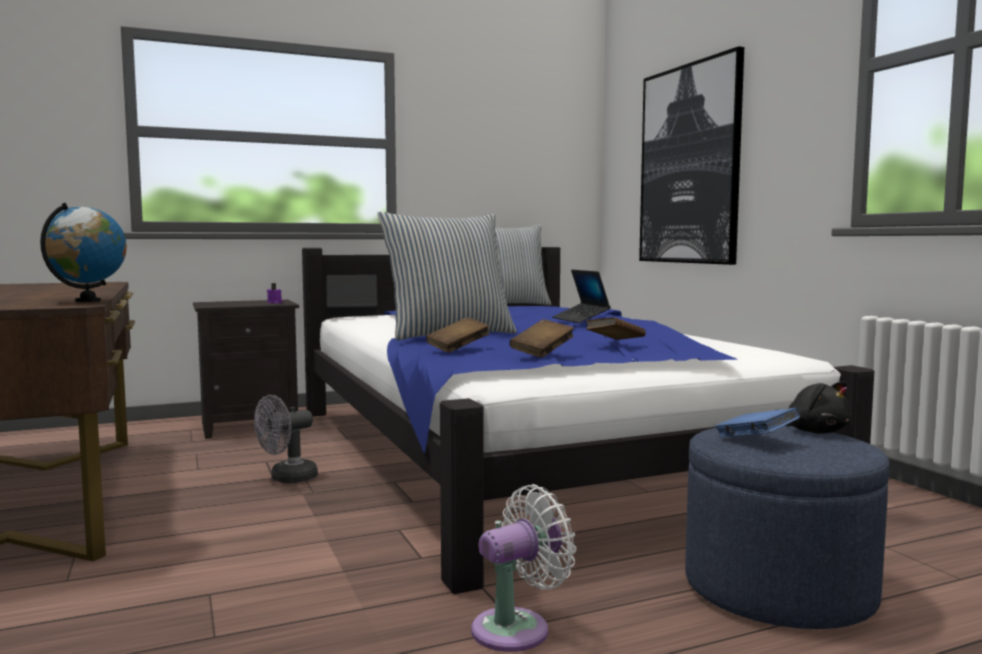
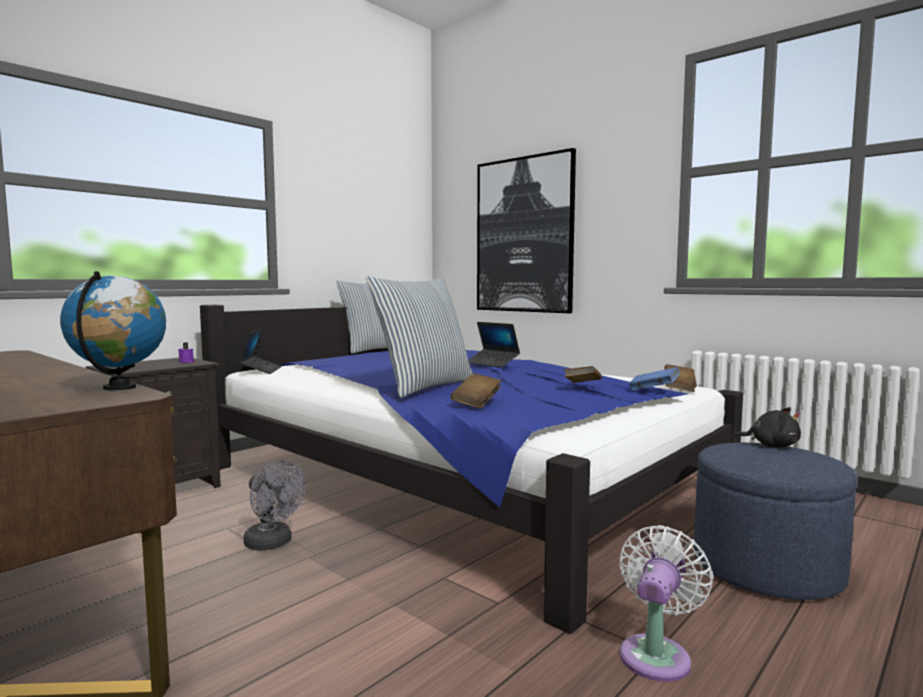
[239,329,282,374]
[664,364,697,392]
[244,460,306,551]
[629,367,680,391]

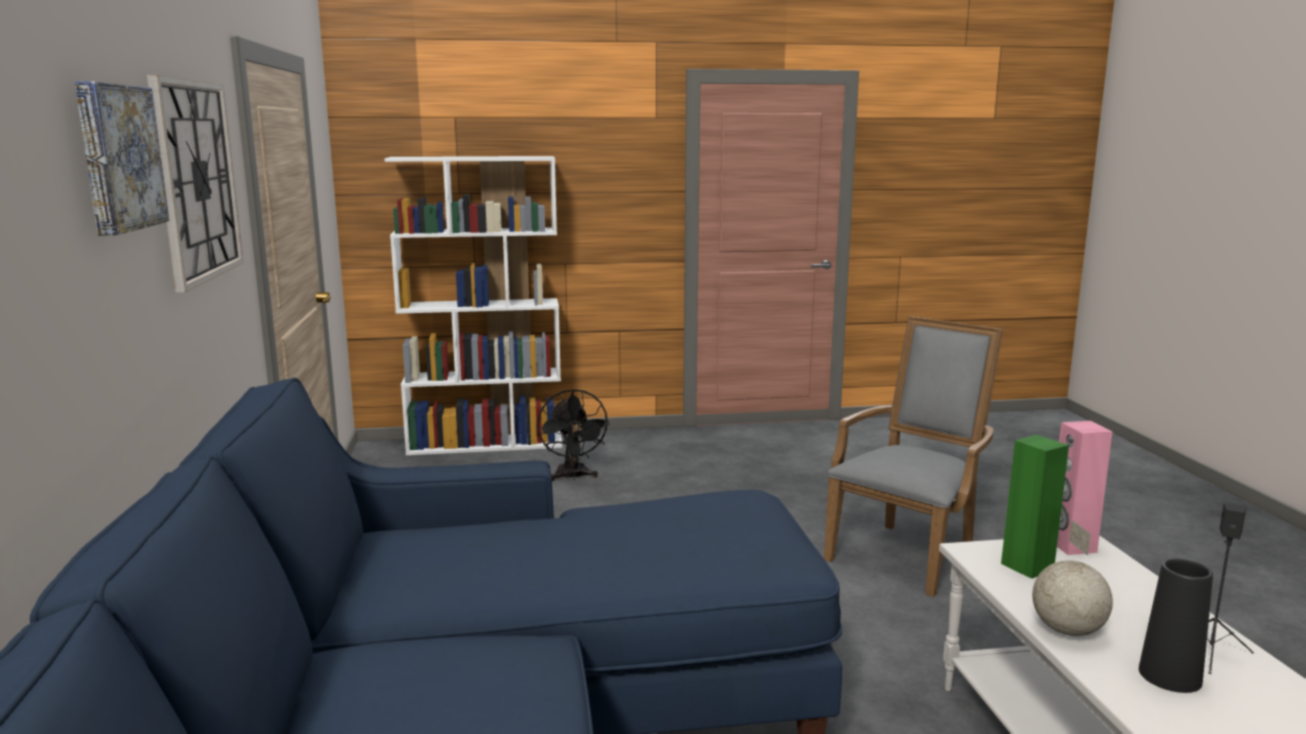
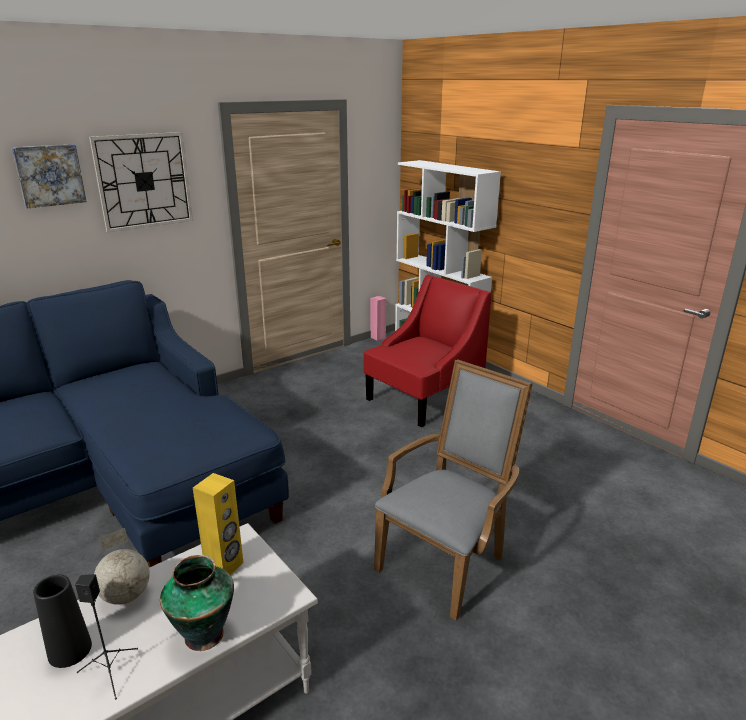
[374,359,533,621]
[363,275,492,427]
[370,296,386,340]
[193,473,244,575]
[160,555,234,651]

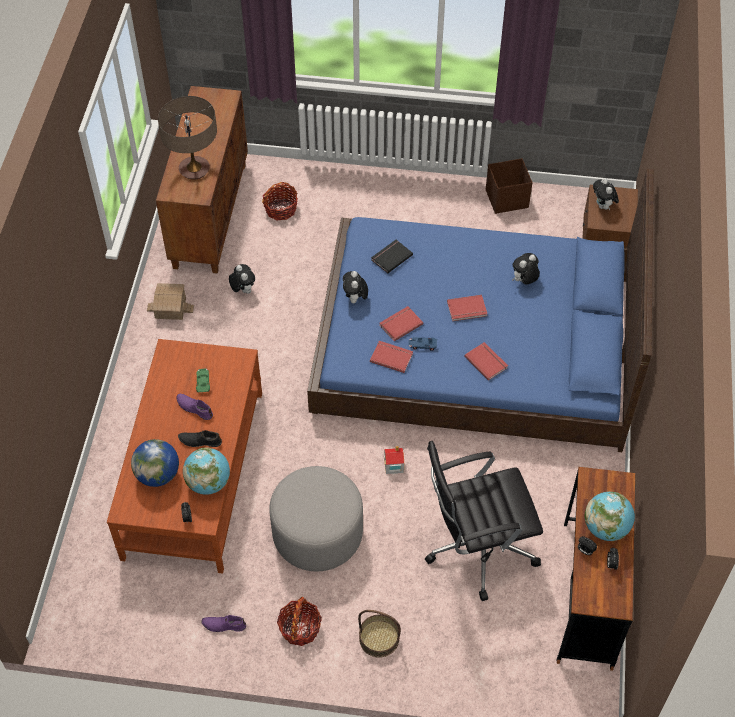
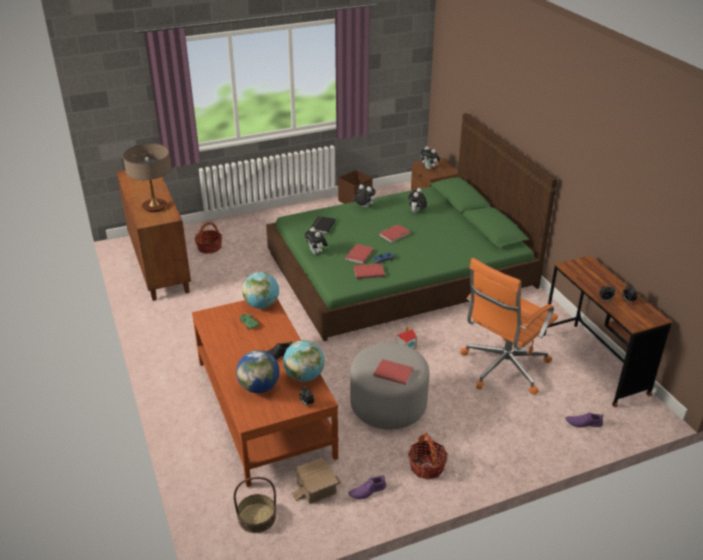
[266,113,557,341]
[354,184,376,208]
[292,458,341,504]
[373,359,414,385]
[566,413,603,427]
[461,258,558,395]
[242,272,279,309]
[234,477,276,533]

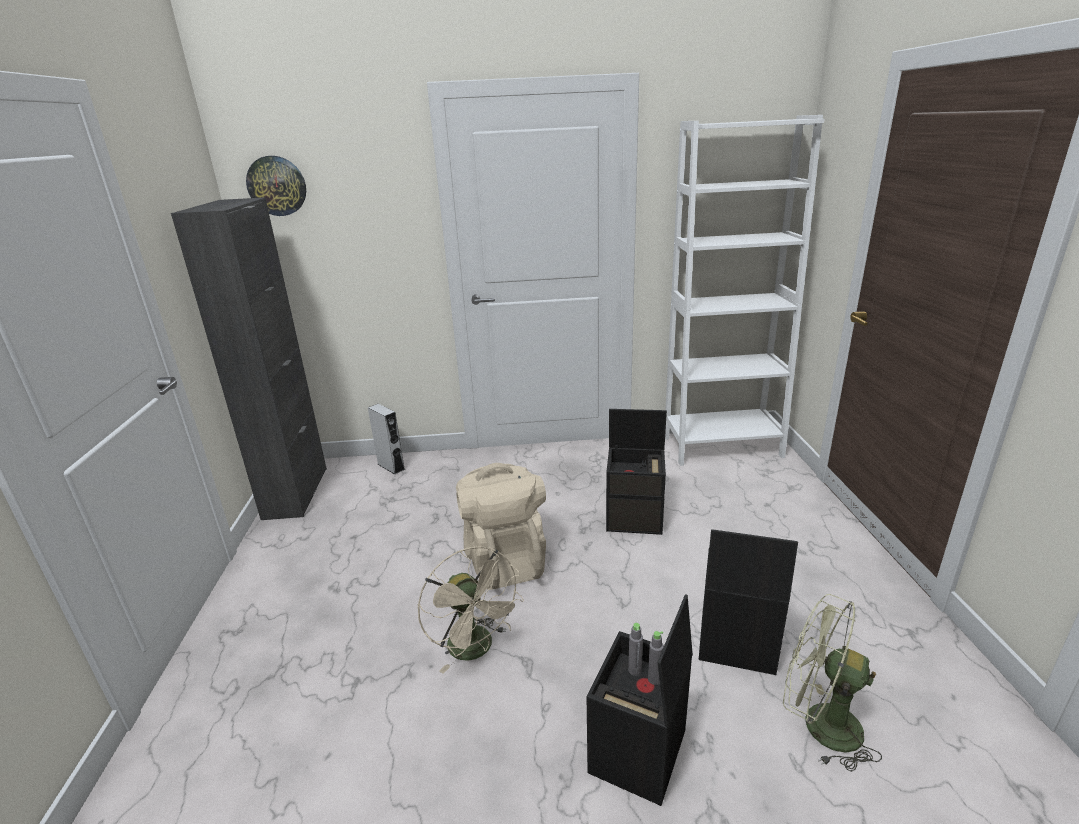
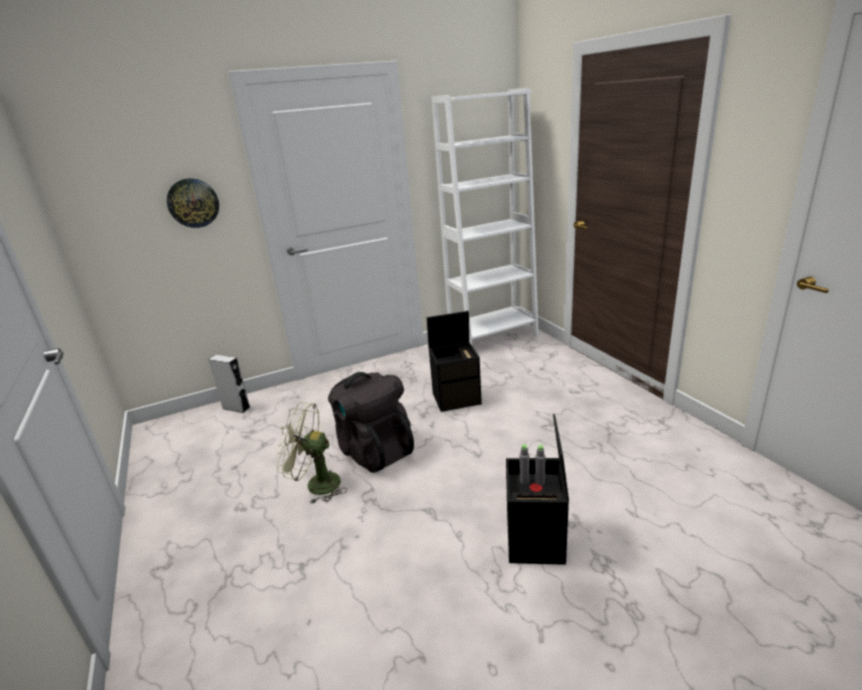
[167,178,219,228]
[171,197,327,520] (first image)
[328,372,414,473]
[699,529,798,675] (first image)
[418,546,524,674] (first image)
[276,402,348,504]

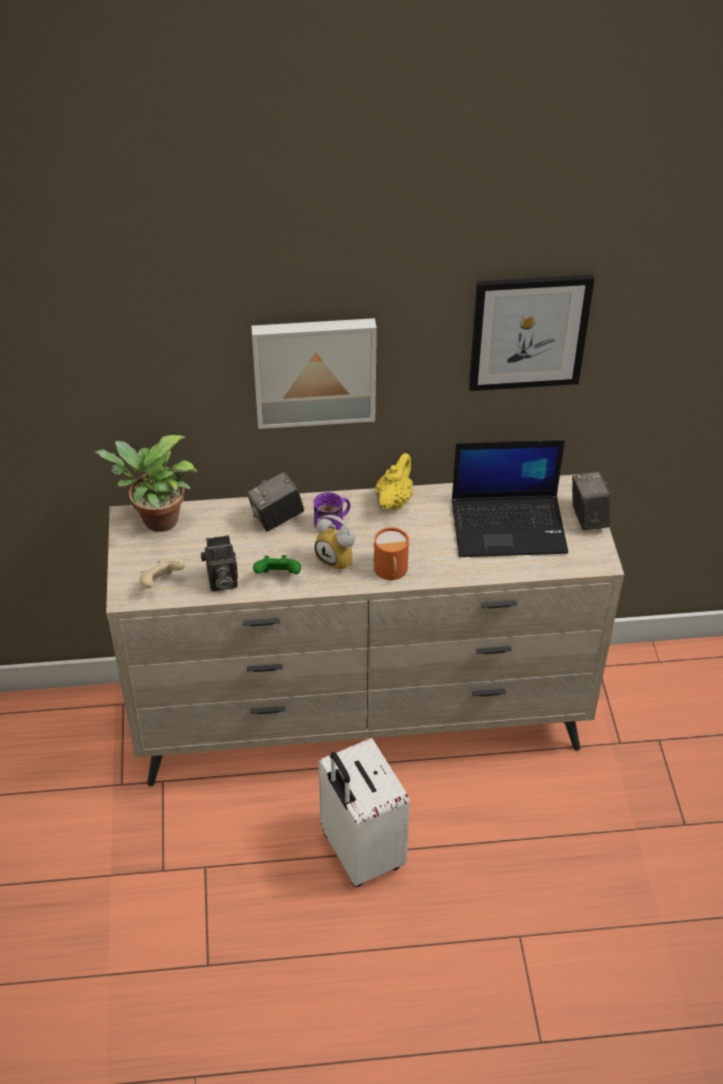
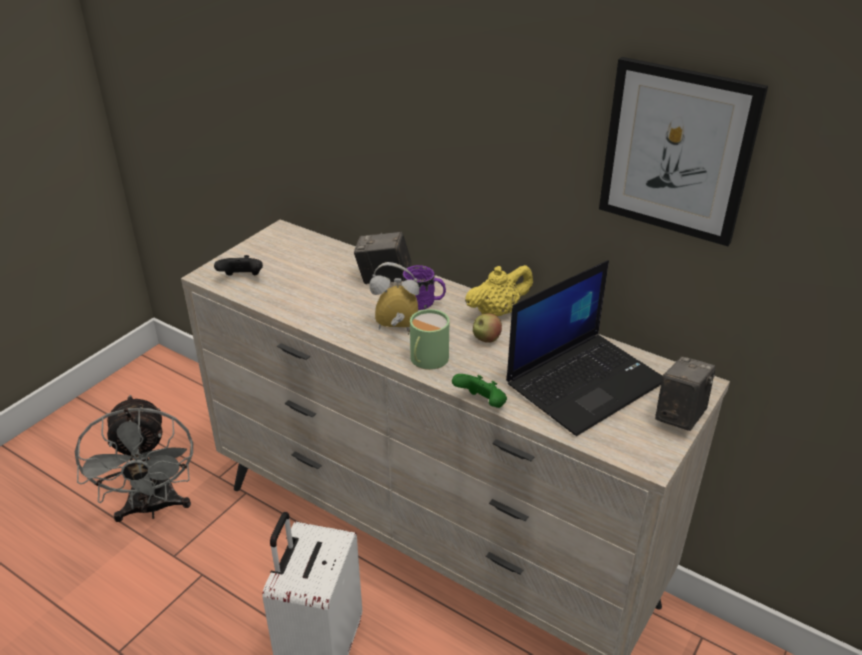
[251,318,377,429] (first image)
[95,435,198,532] (first image)
[506,260,663,436]
[369,262,419,331]
[408,309,449,370]
[201,535,238,591] (first image)
[452,374,507,408]
[214,255,263,276]
[473,313,502,343]
[75,395,193,522]

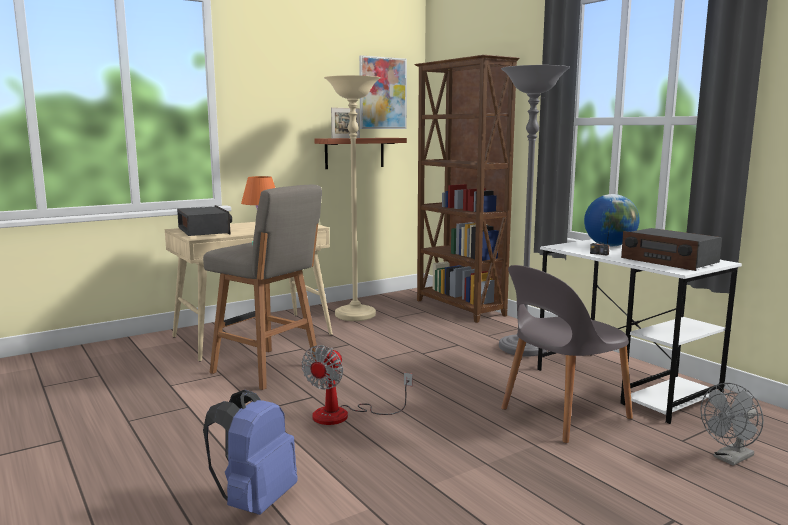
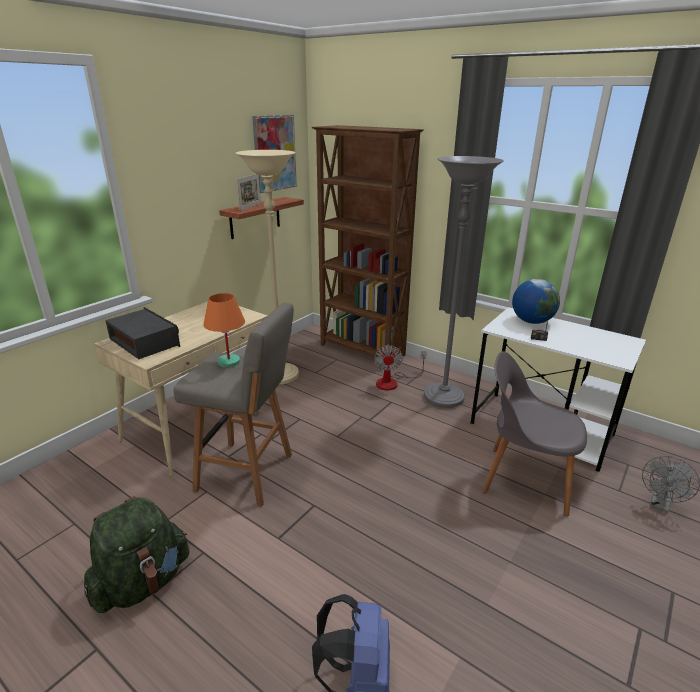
[621,228,722,271] (first image)
[482,351,587,516]
[374,344,427,390]
[84,496,190,613]

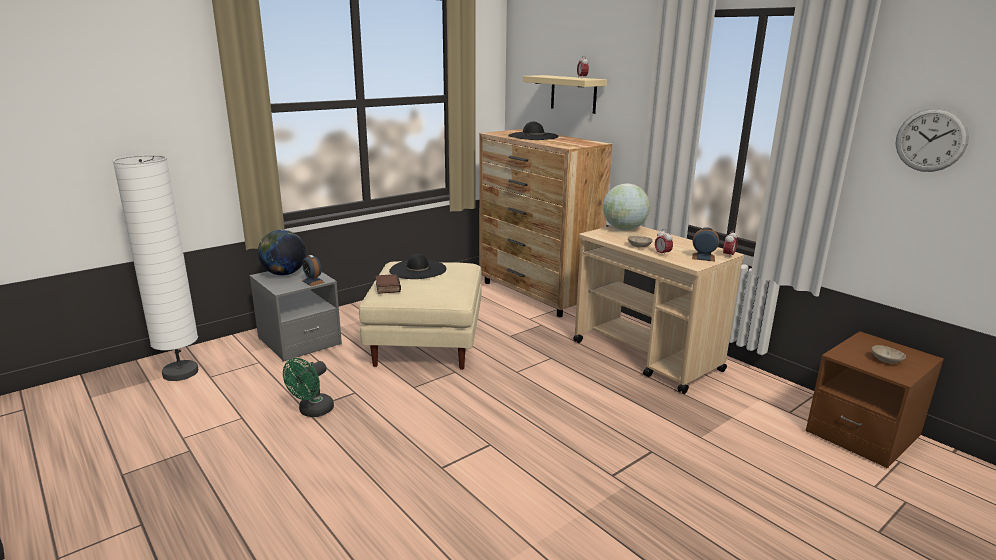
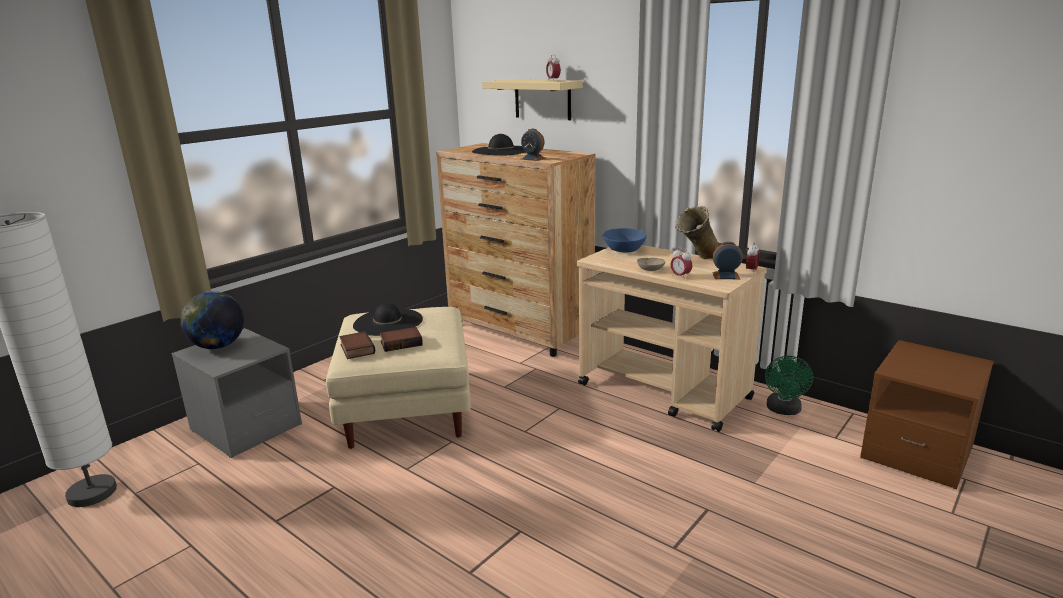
[896,108,969,172] (first image)
[603,228,647,252]
[520,129,546,161]
[872,345,906,364] (first image)
[765,356,813,415]
[675,206,720,259]
[380,327,423,352]

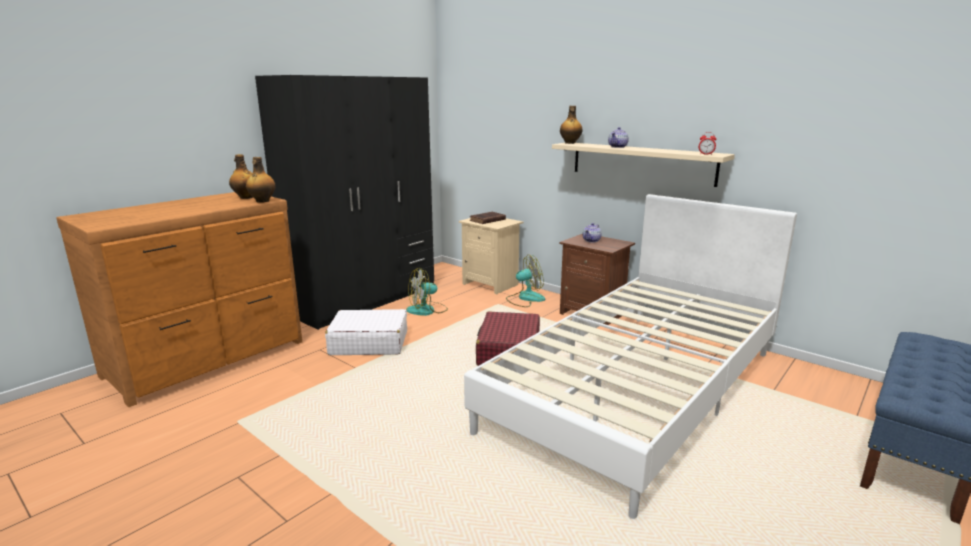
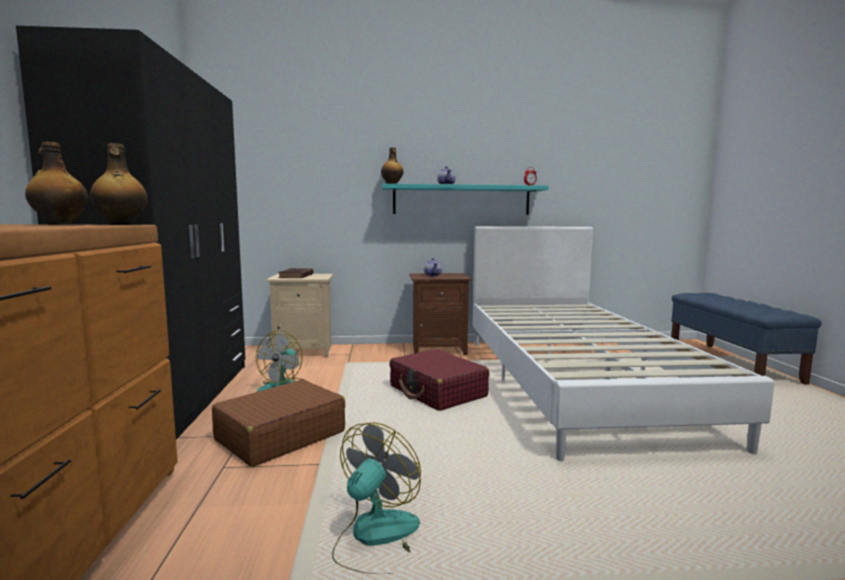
[382,184,549,215]
[332,422,421,574]
[212,379,345,467]

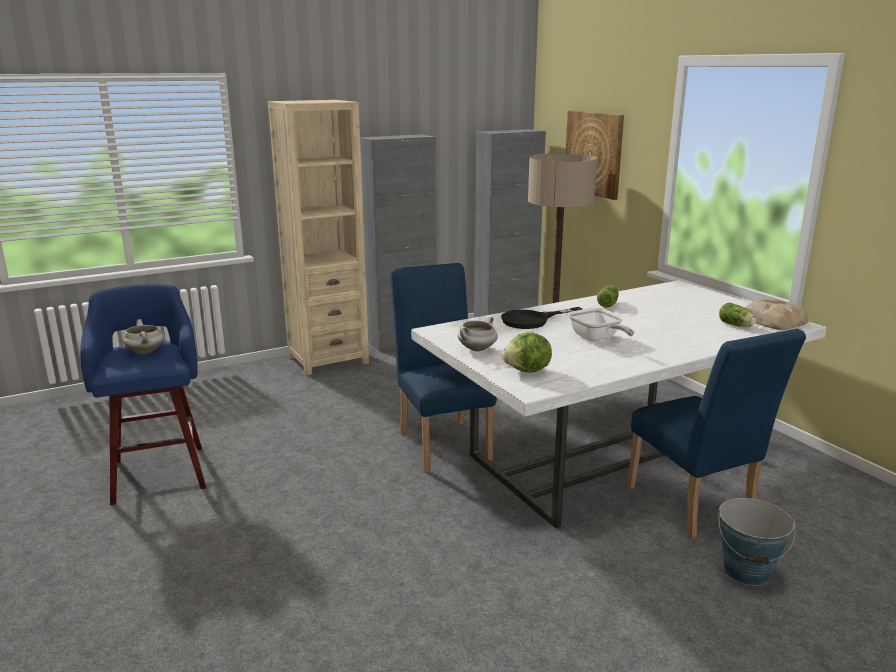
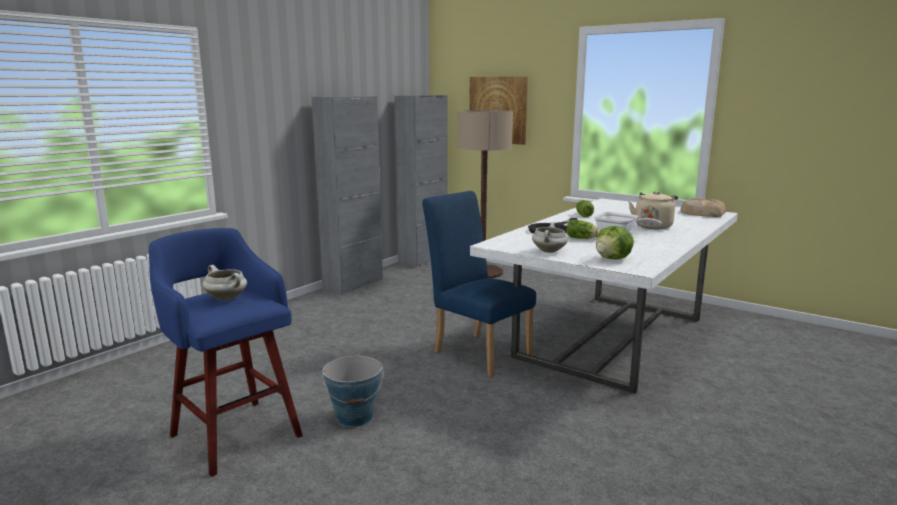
[268,100,369,375] (first image)
[566,219,600,239]
[627,328,806,539] (first image)
[322,356,383,427]
[629,191,678,229]

